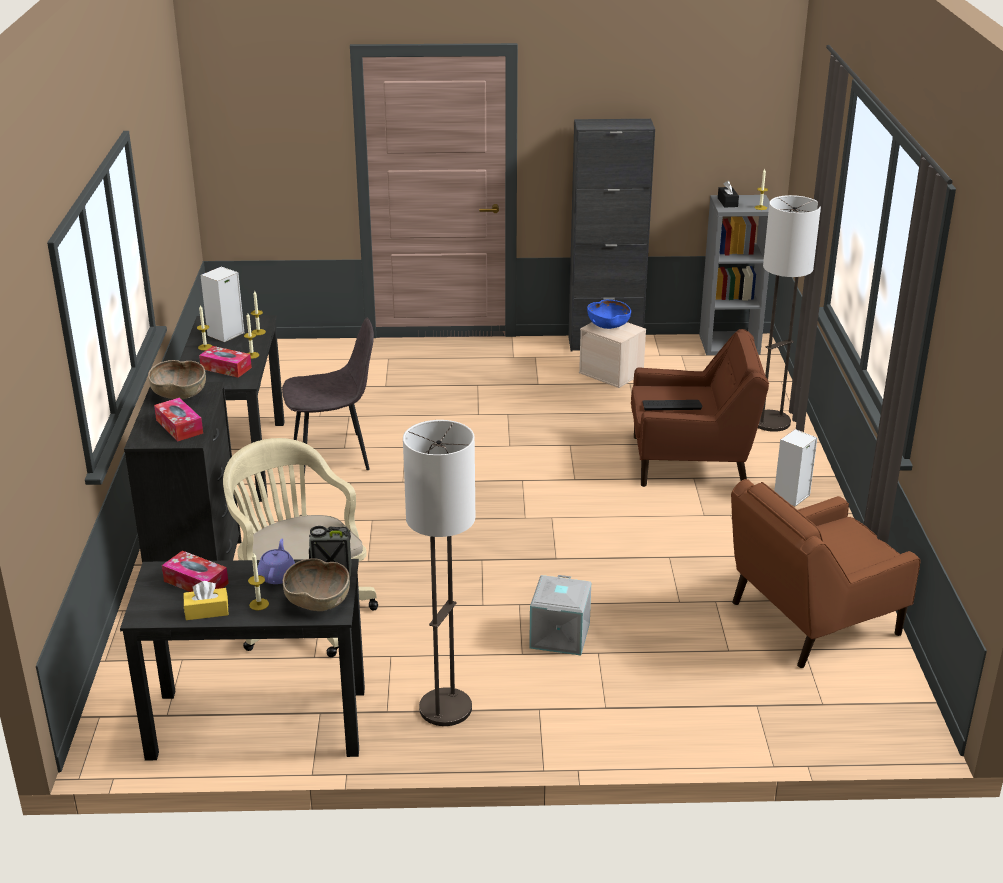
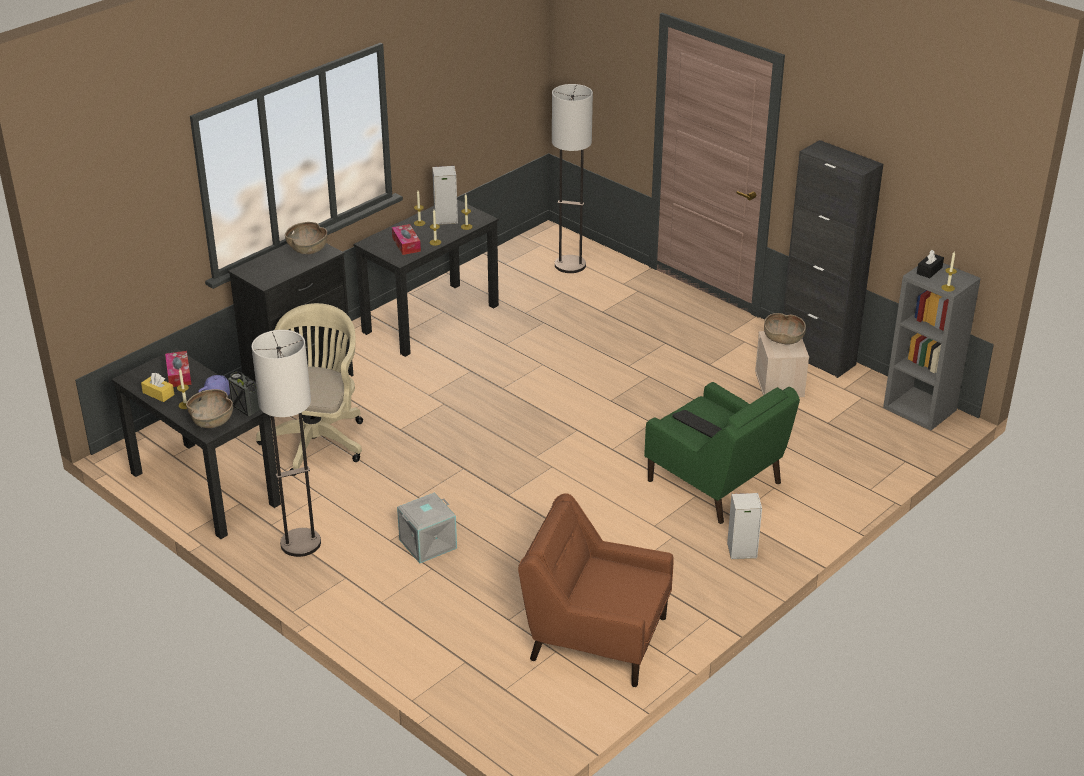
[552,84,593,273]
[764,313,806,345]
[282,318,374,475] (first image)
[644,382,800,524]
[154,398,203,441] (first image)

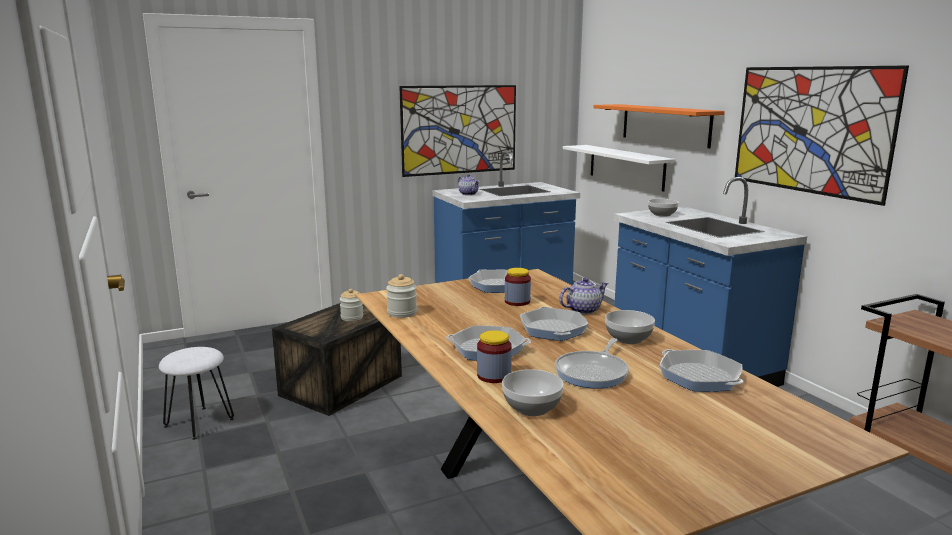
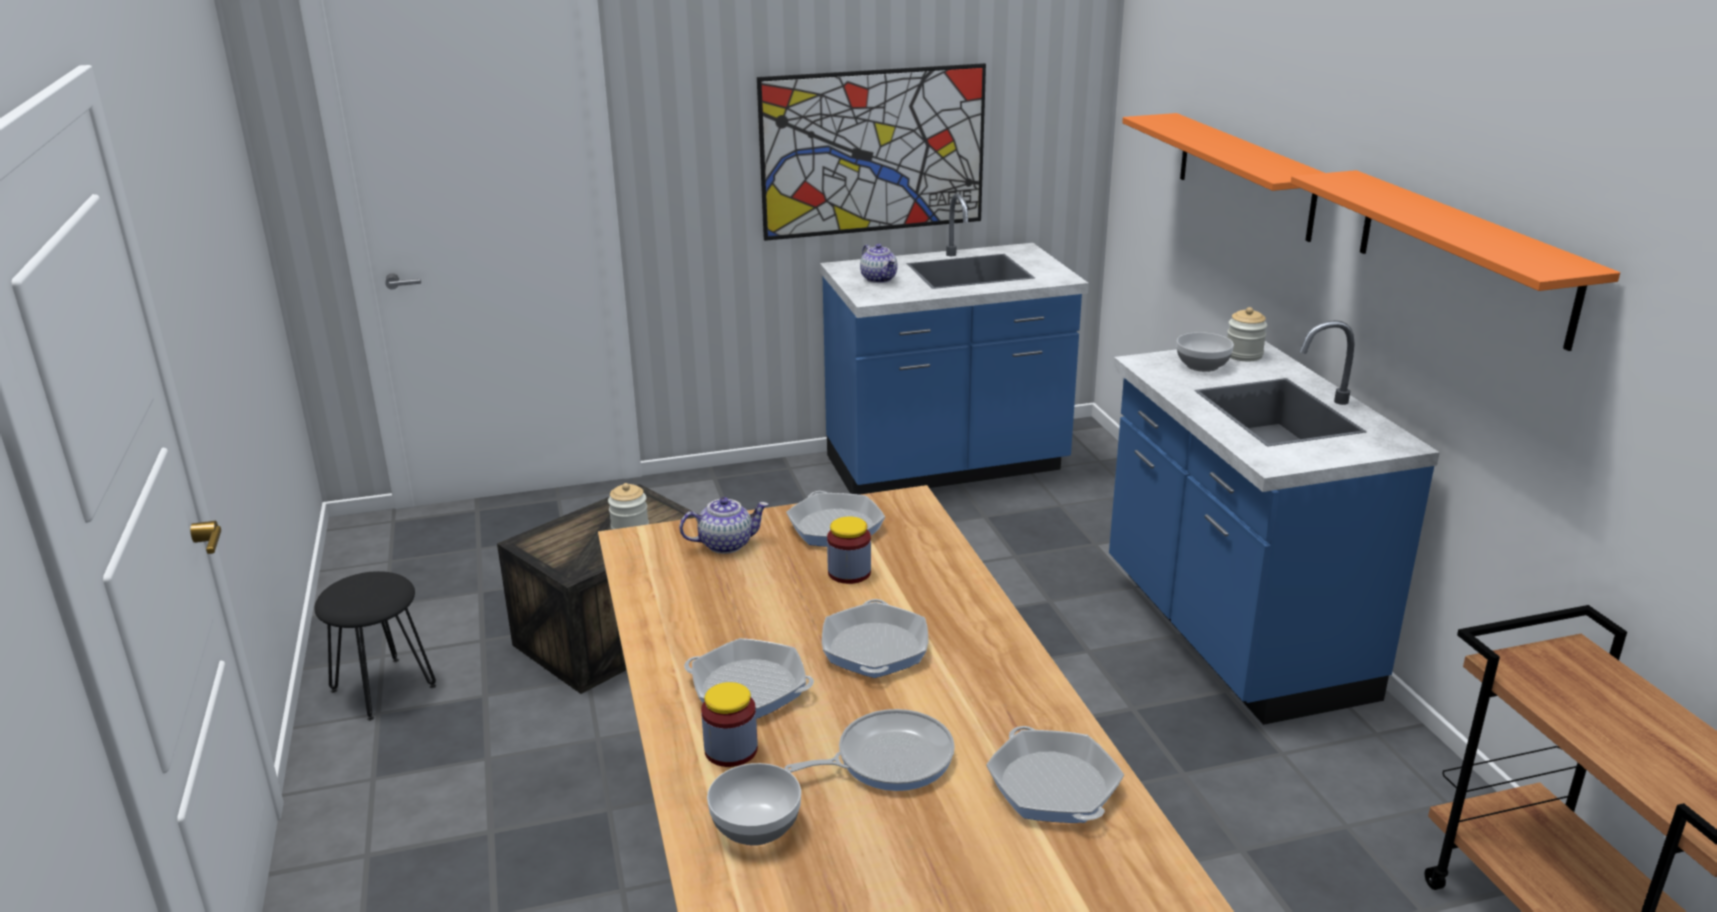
[1291,170,1620,351]
[563,145,676,192] (first image)
[1227,307,1267,361]
[679,497,768,554]
[605,310,655,344] (first image)
[785,709,955,791]
[314,571,436,721]

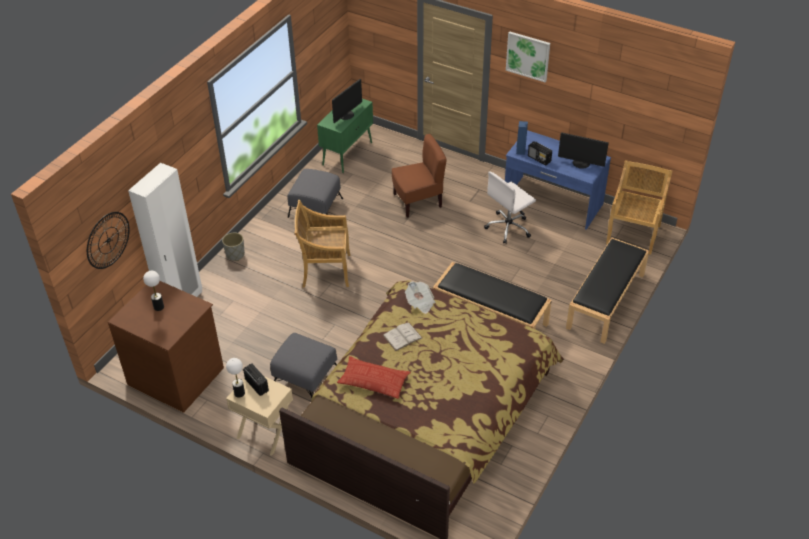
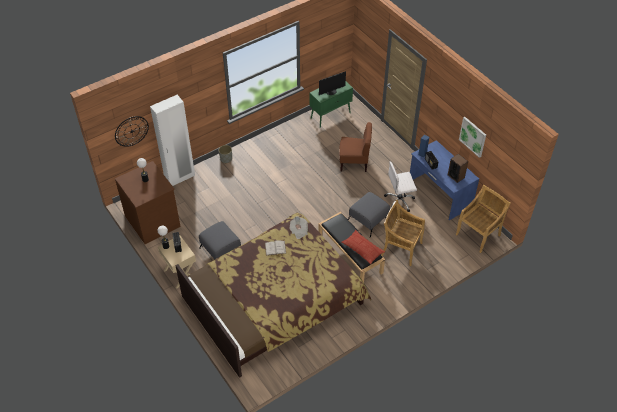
[459,117,486,158]
[448,154,468,183]
[348,192,390,238]
[381,199,425,266]
[566,238,649,344] (first image)
[342,230,385,264]

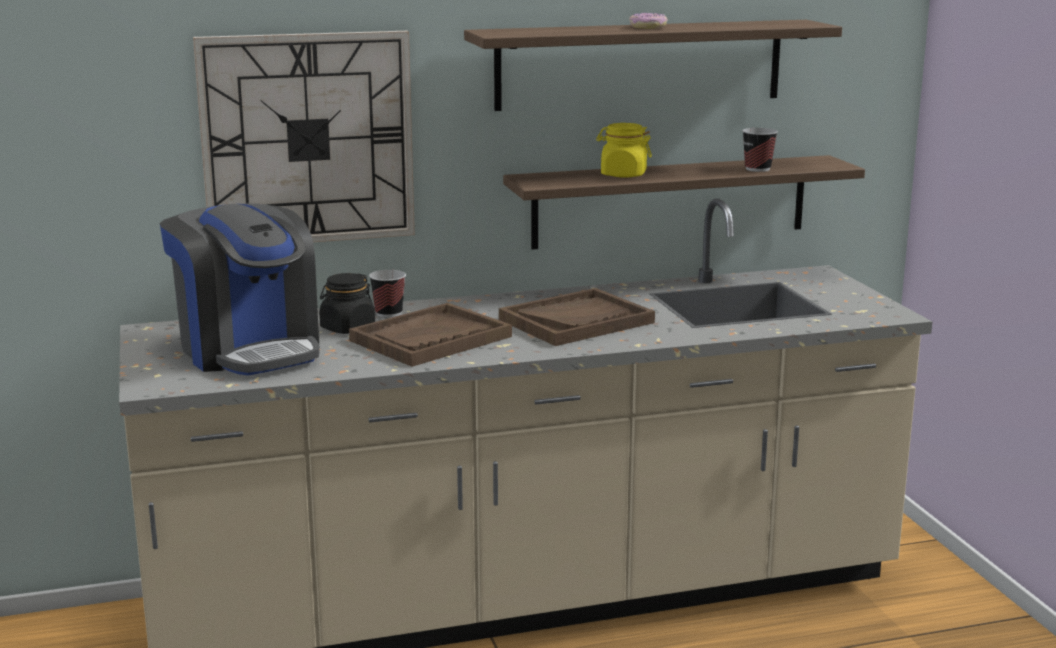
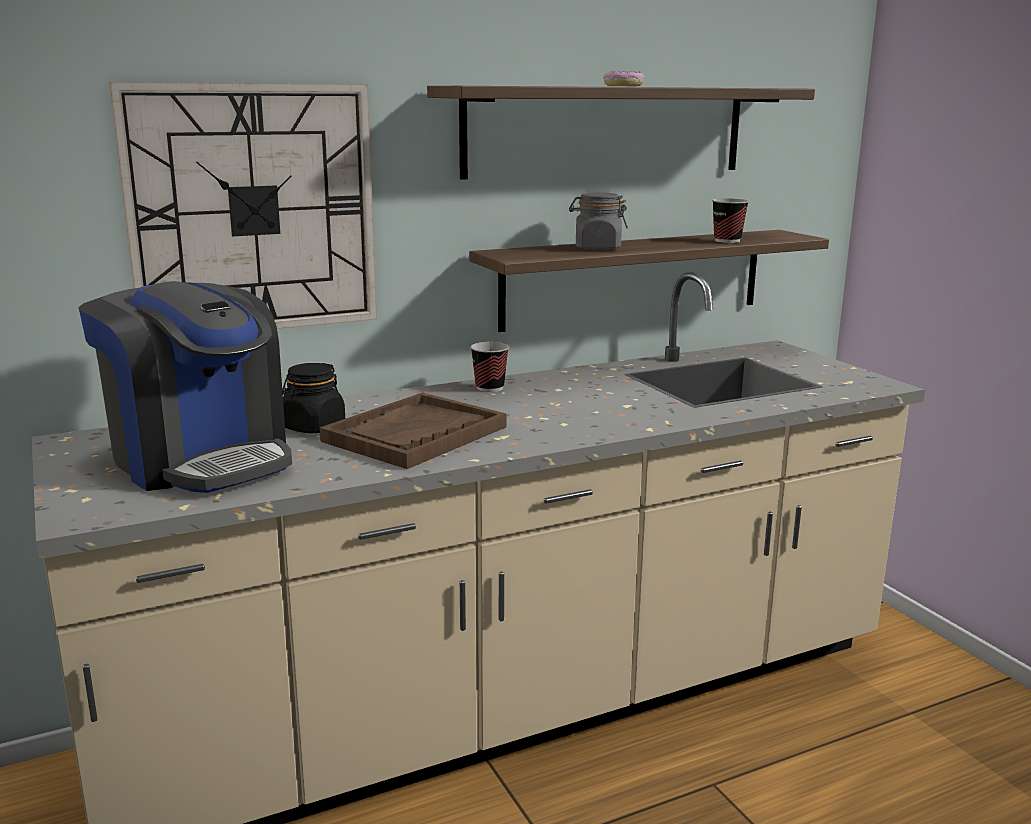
[569,193,628,250]
[470,342,509,392]
[499,288,655,346] (first image)

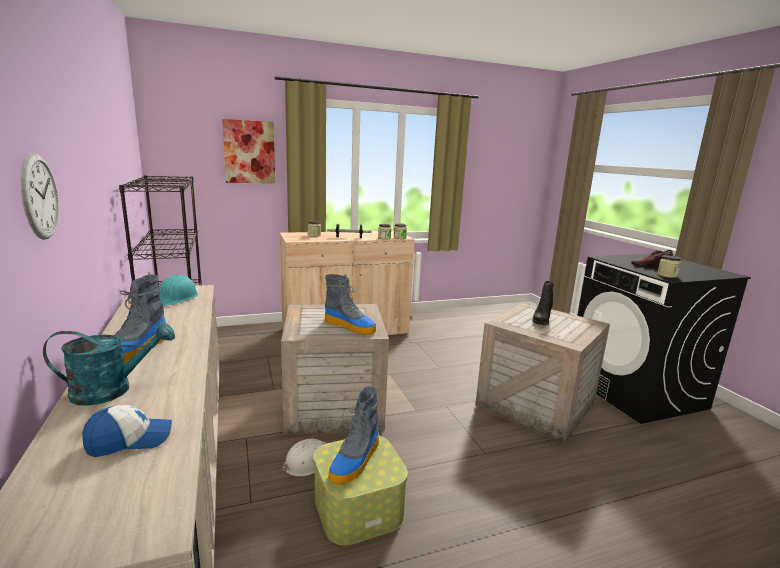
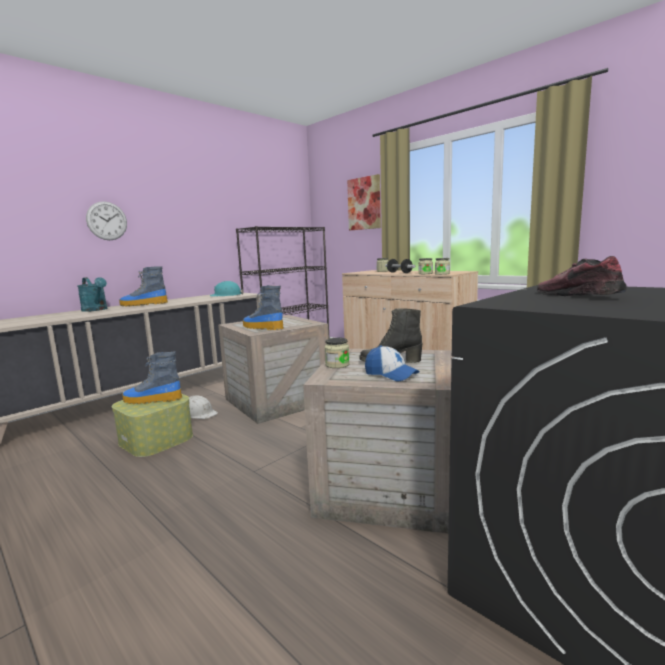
[325,338,350,368]
[243,285,284,330]
[365,345,420,382]

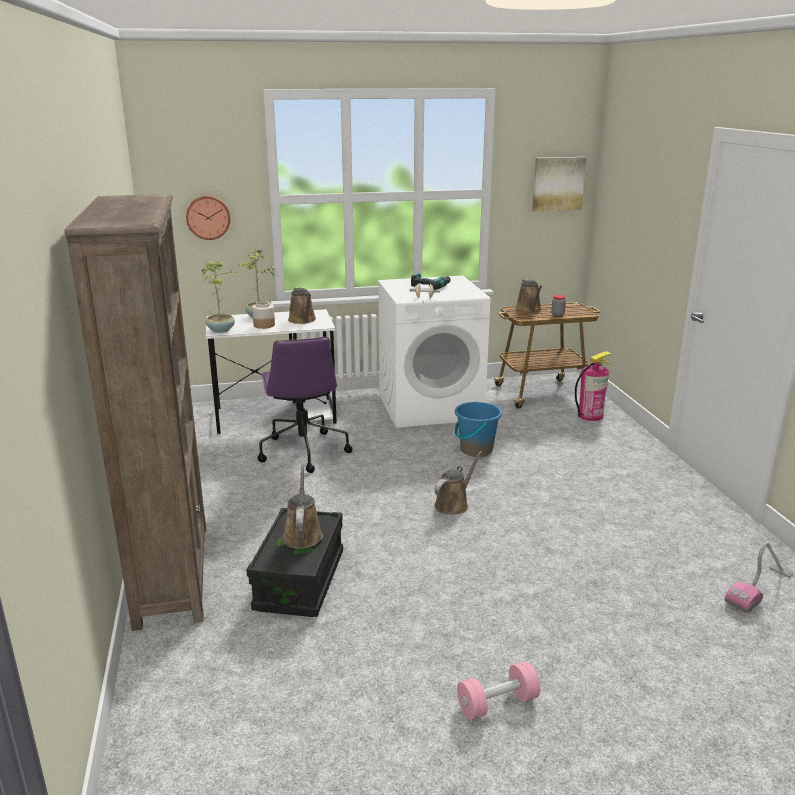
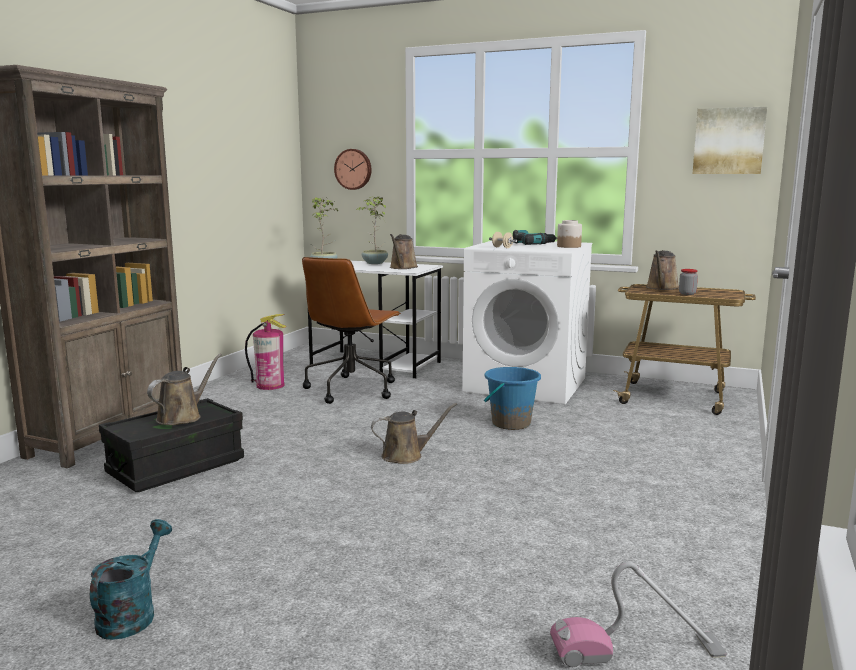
[557,220,582,248]
[302,257,401,404]
[245,314,287,390]
[90,519,172,640]

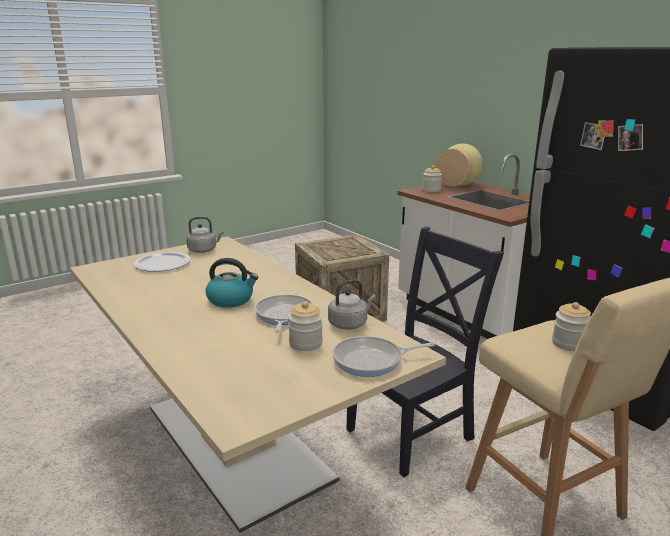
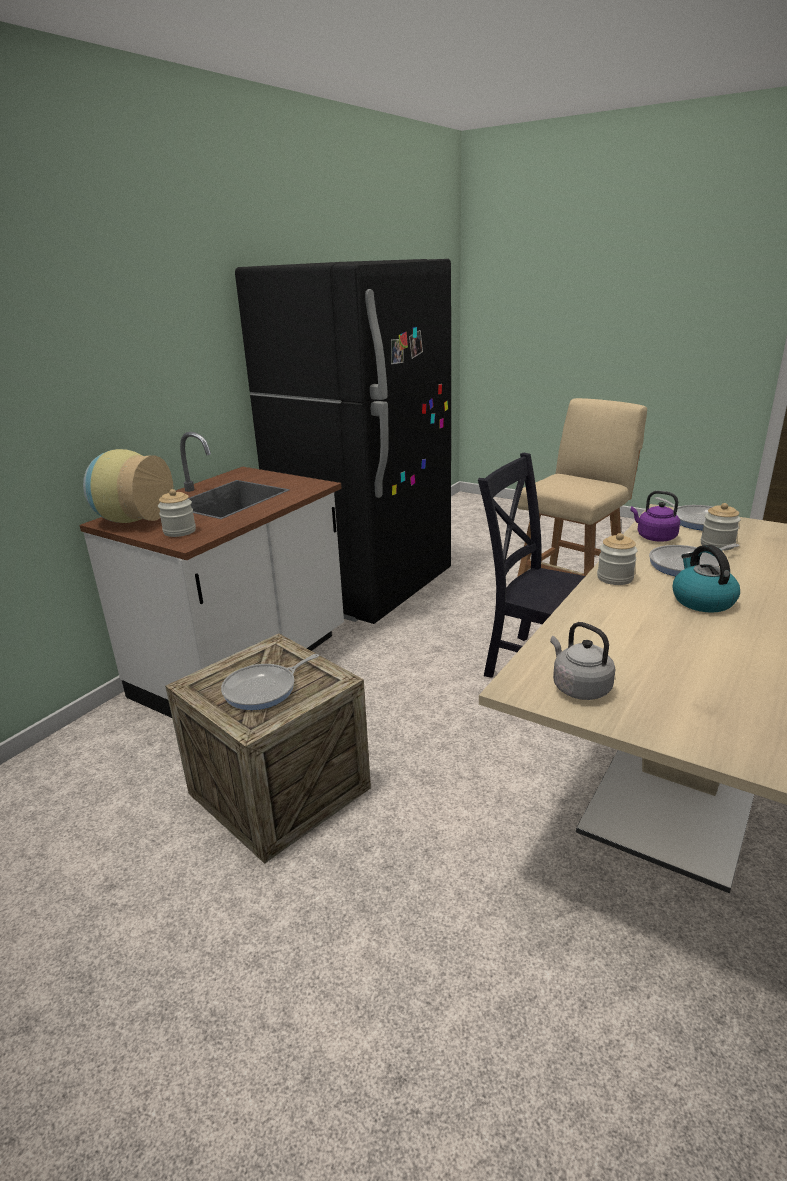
[134,252,191,272] (first image)
[631,491,680,542]
[597,533,638,585]
[221,654,319,710]

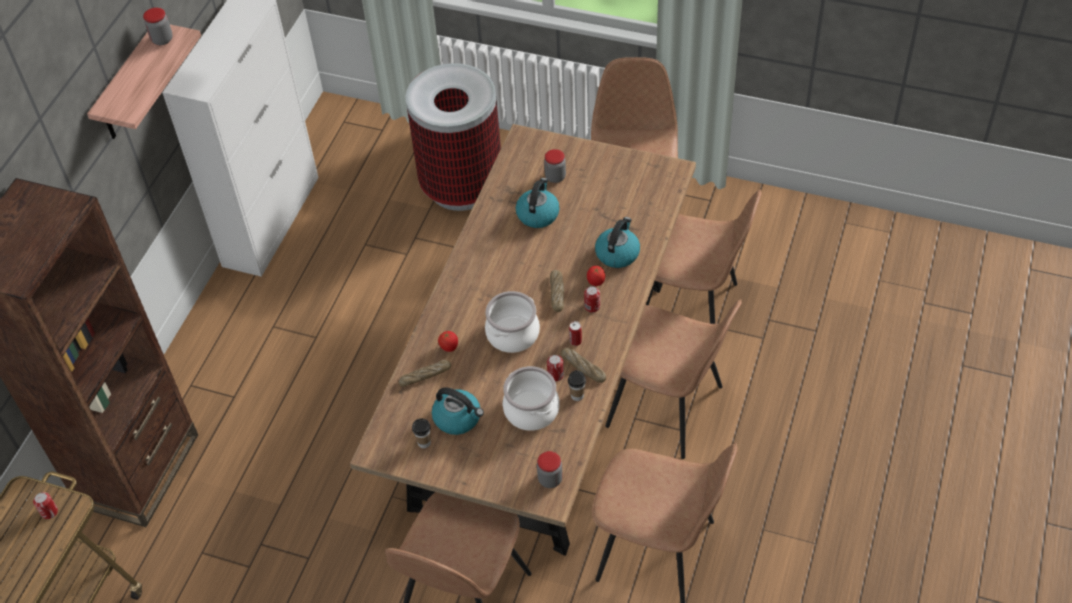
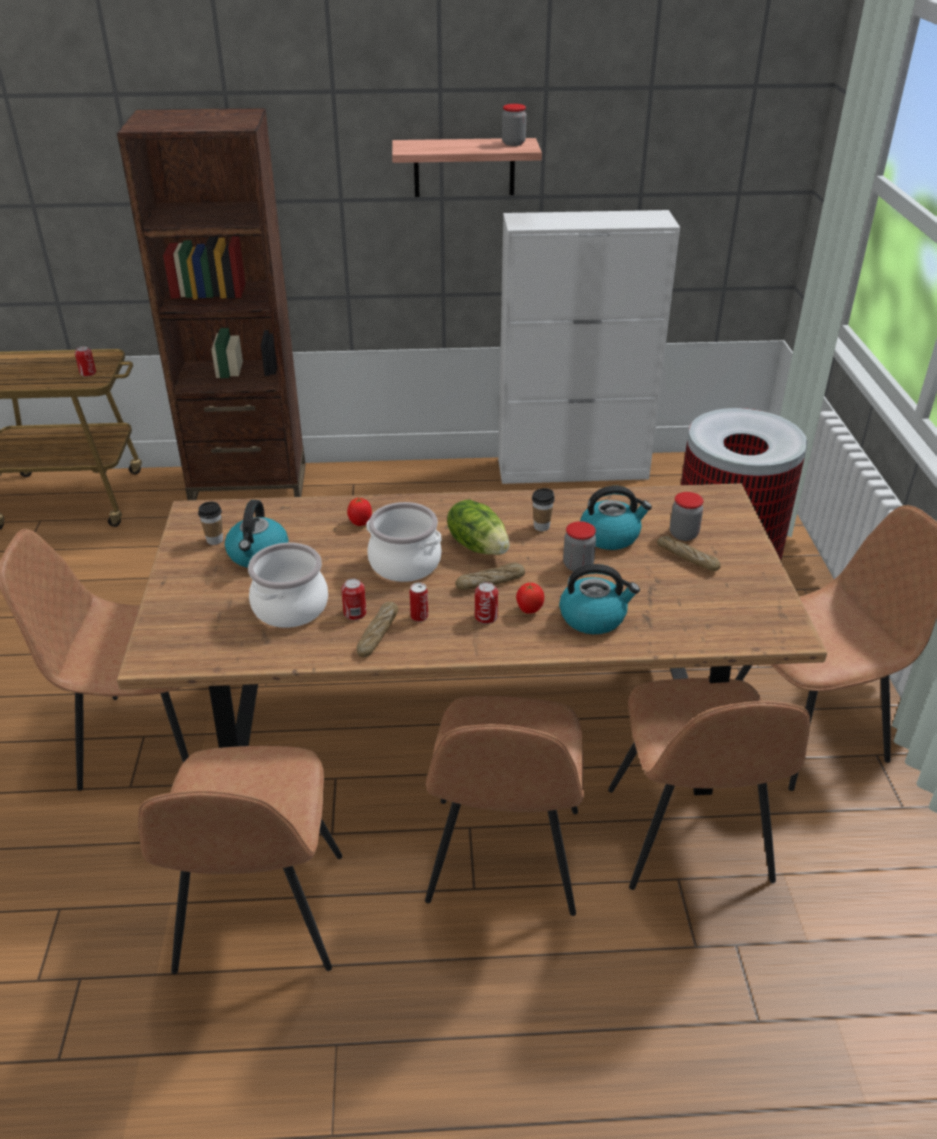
[657,536,721,571]
[532,488,555,531]
[563,521,596,572]
[447,499,510,555]

